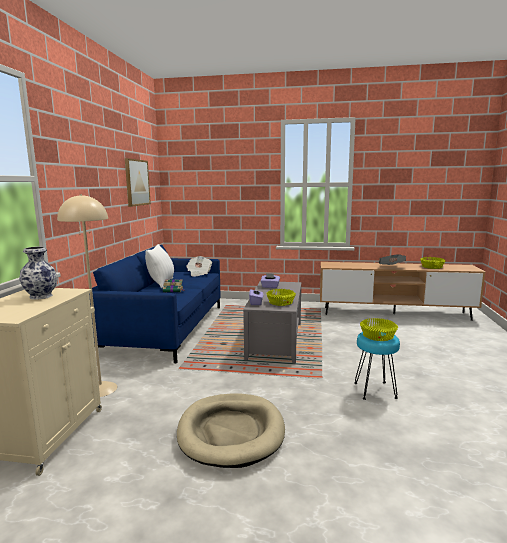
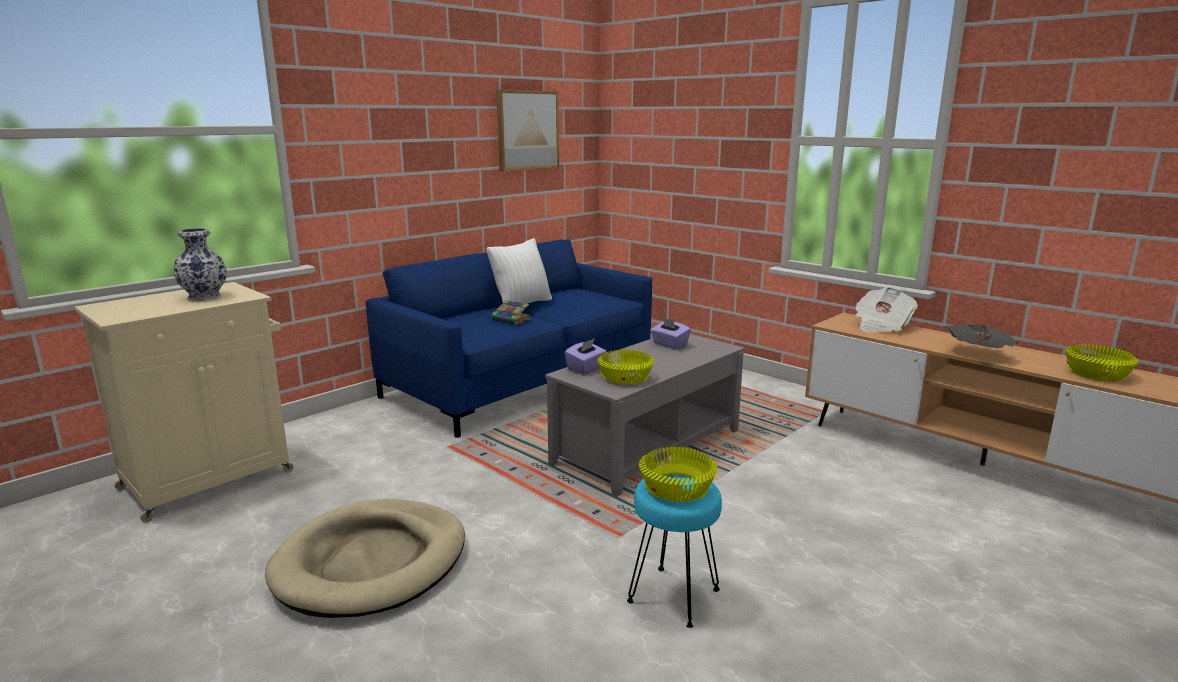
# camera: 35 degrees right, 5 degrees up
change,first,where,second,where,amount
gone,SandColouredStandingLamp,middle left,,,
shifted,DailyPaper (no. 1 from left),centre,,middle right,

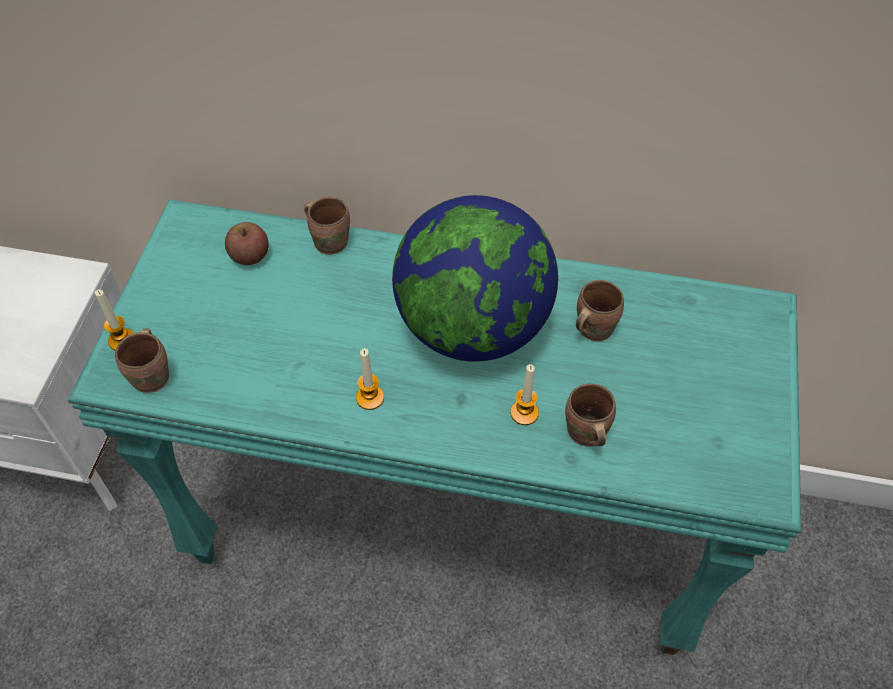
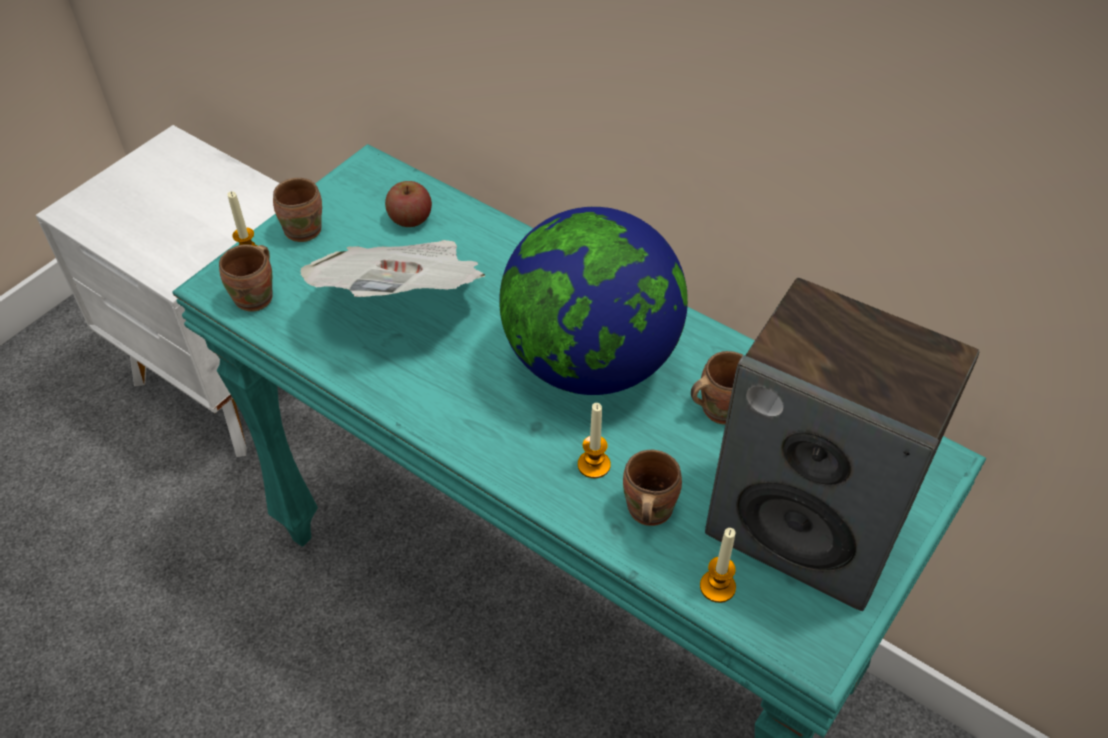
# camera: 25 degrees right, 5 degrees down
change,first,where,second,where,amount
shifted,BrownMug (no. 2 from left),top centre,,top left,
shifted,Candle (no. 2 from left in the first image),centre,Candle (no. 3 from left),bottom centre,
new,,,DailyPaper,centre,
new,,,Loudspeaker,middle right,

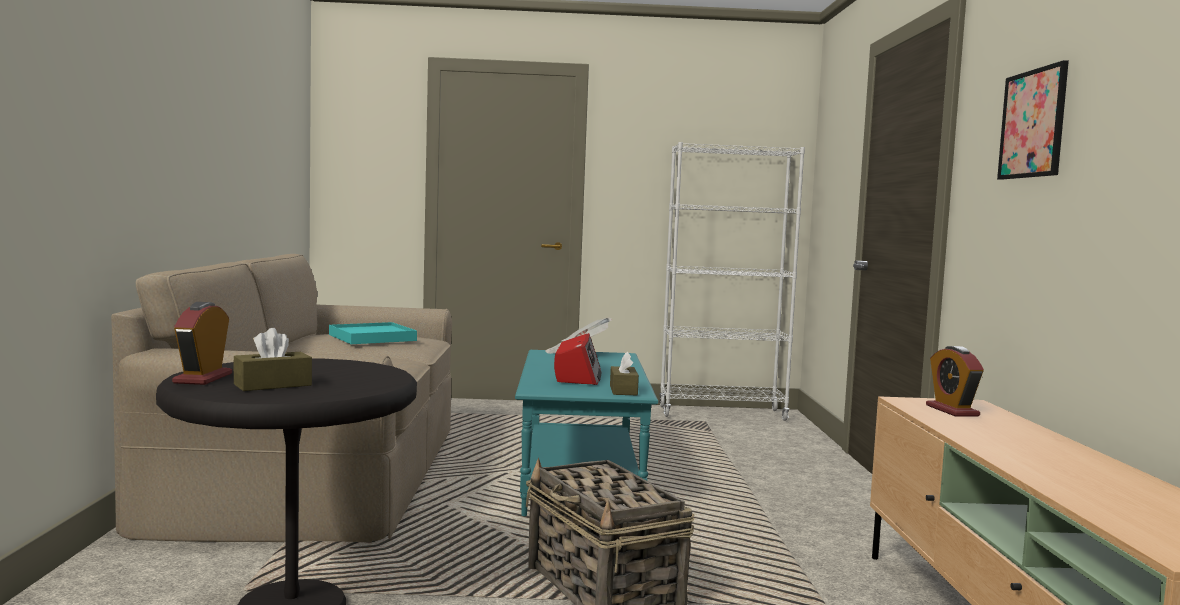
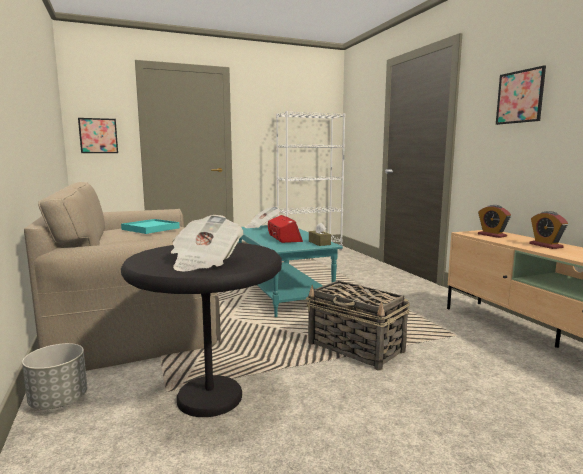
# camera: 20 degrees left, 5 degrees up
change,first,where,second,where,amount
shifted,AlarmClock (no. 1 from left in the first image),middle left,AlarmClock (no. 2 from left),middle right,
swapped,BrownBoxOfTissues (no. 1 from left),middle left,DailyPaper (no. 1 from left),centre,
new,,,GrayFlowerPot,bottom left,
new,,,WallPicture (no. 1 from left),top left,

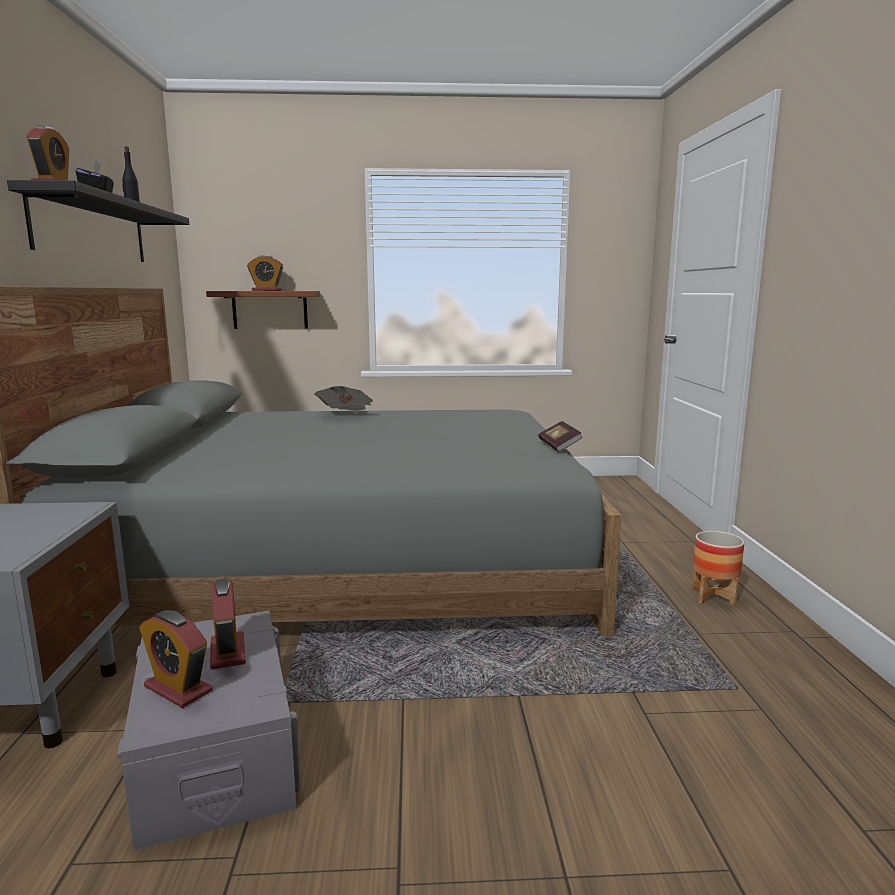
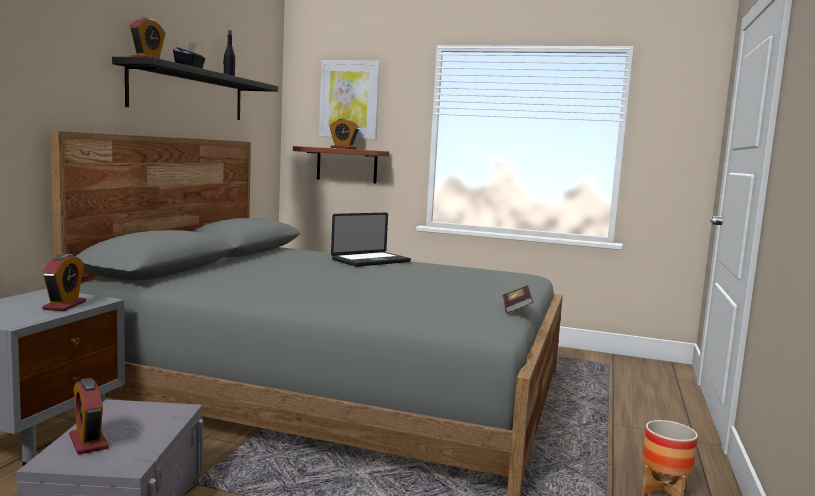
# camera: 20 degrees right, 5 degrees down
change,first,where,second,where,amount
shifted,AlarmClock (no. 3 from left in the first image),bottom left,AlarmClock (no. 1 from left),middle left,
swapped,DailyPaper,centre,PortableComputer,centre,
new,,,WallPicture,top centre,

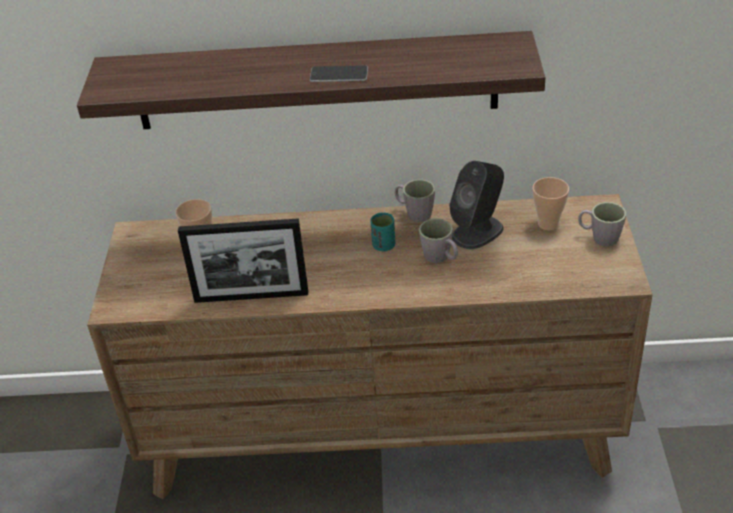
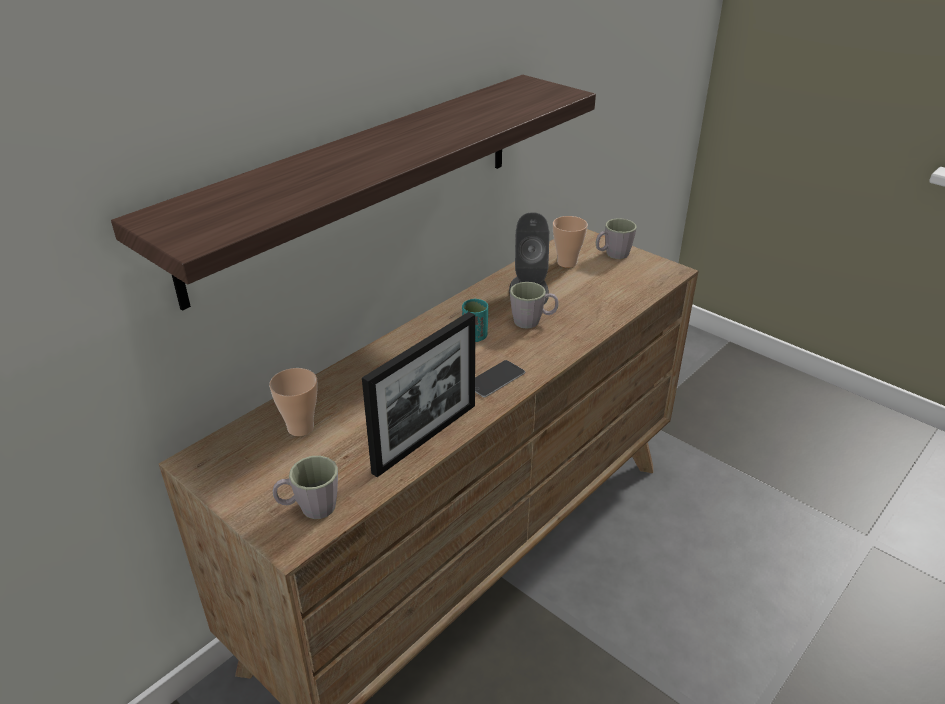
# camera: 50 degrees left, 5 degrees down
change,first,where,second,where,amount
shifted,Telephone,top centre,,centre,
shifted,GrayMug (no. 1 from left),centre,,bottom left,

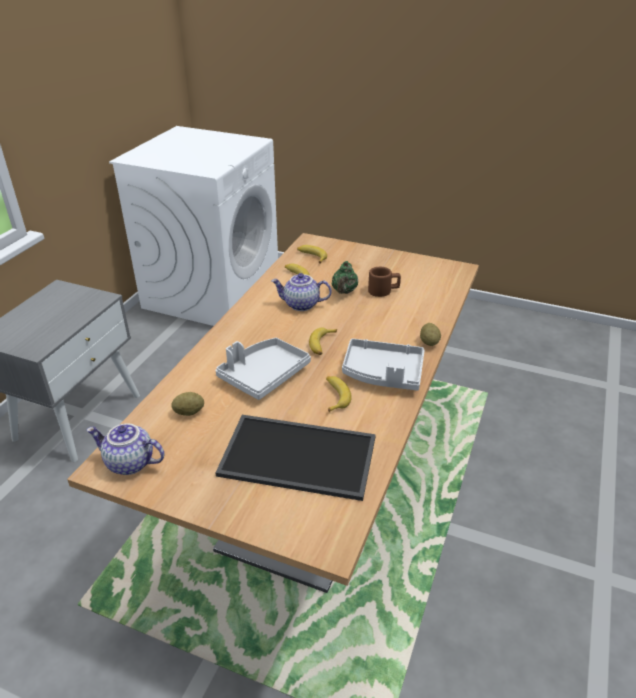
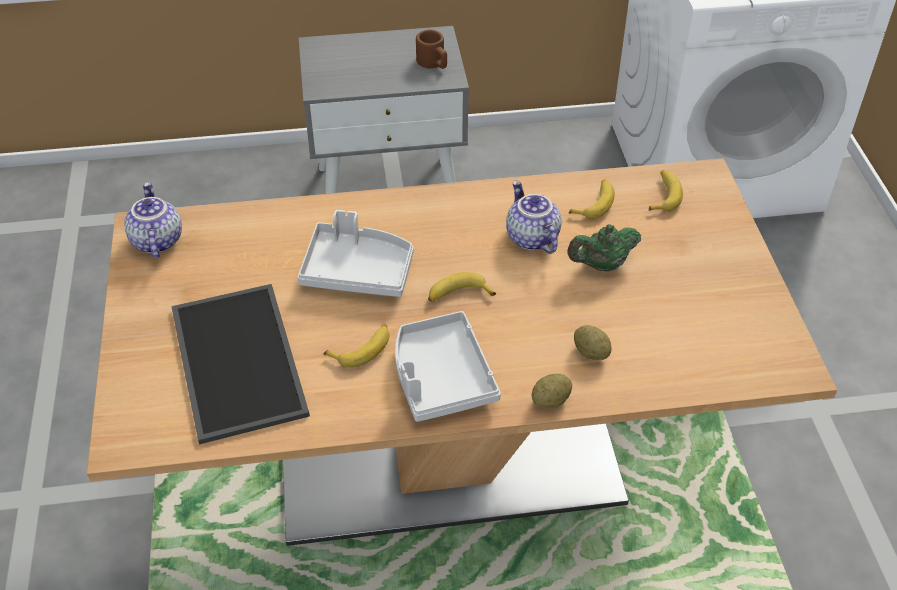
# camera: 60 degrees right, 10 degrees up
change,first,where,second,where,amount
shifted,Potato (no. 1 from left in the first image),middle left,Potato (no. 2 from left),centre,
shifted,BrownMug,centre,,top centre,

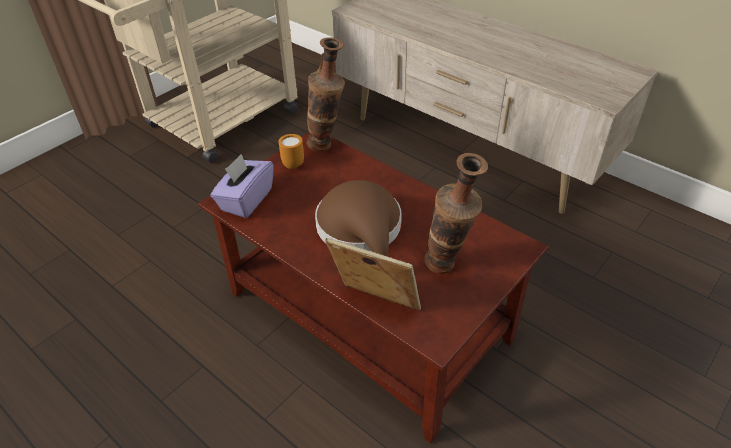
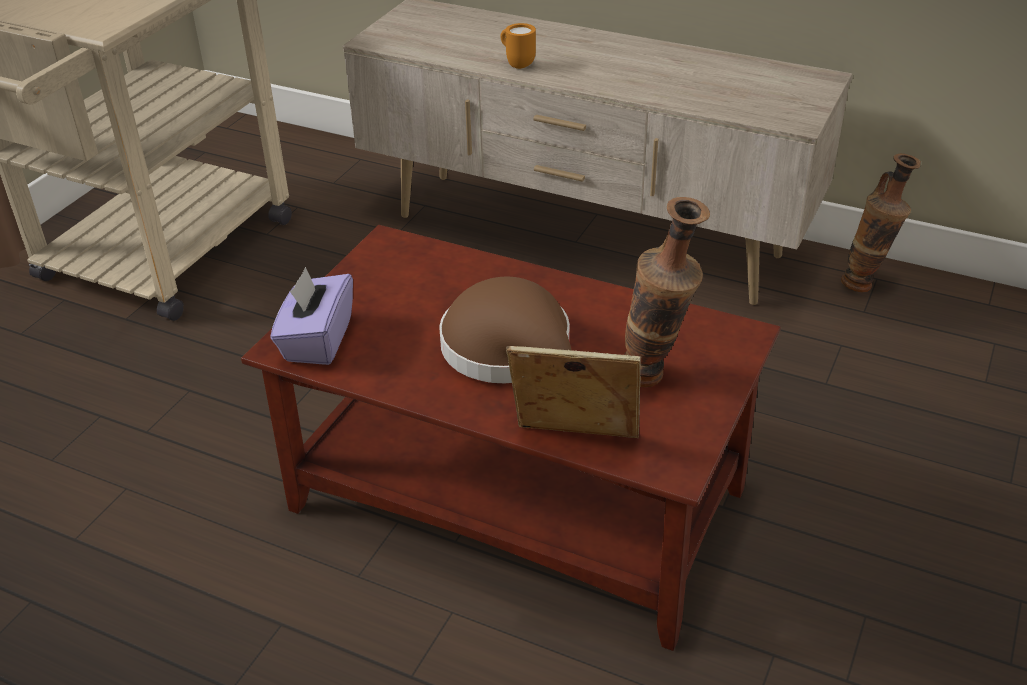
# camera: 15 degrees left, 5 degrees down
change,first,where,second,where,amount
shifted,OrangeMug,centre,,top centre,
shifted,Vase (no. 1 from left in the first image),top centre,Vase (no. 2 from left),top right,

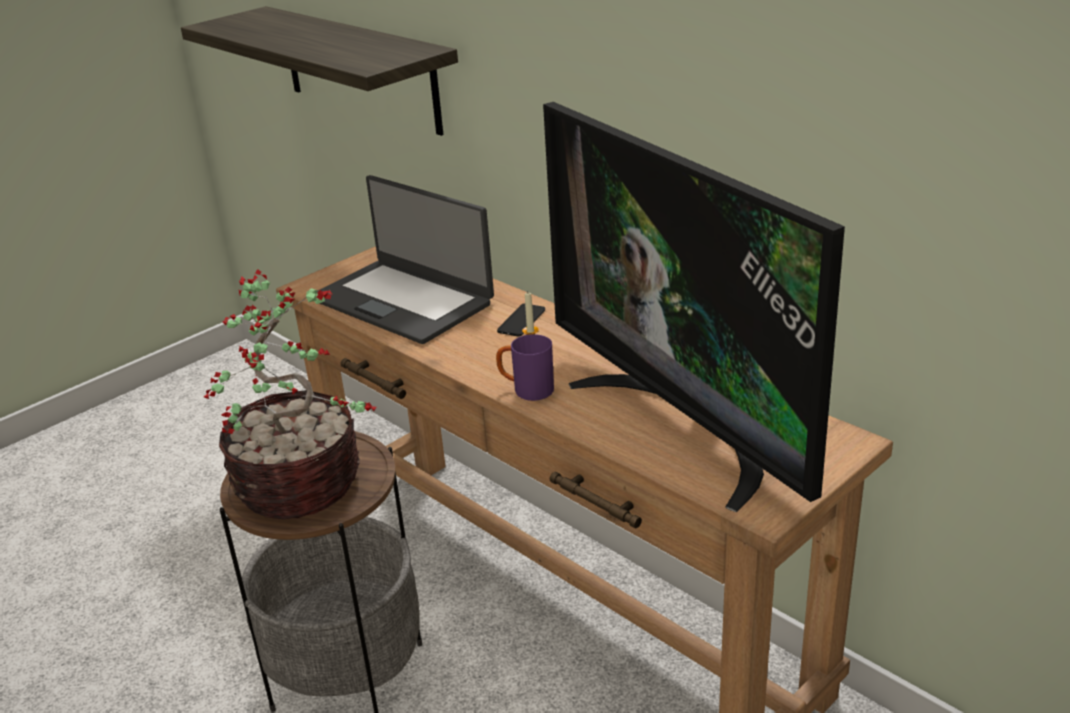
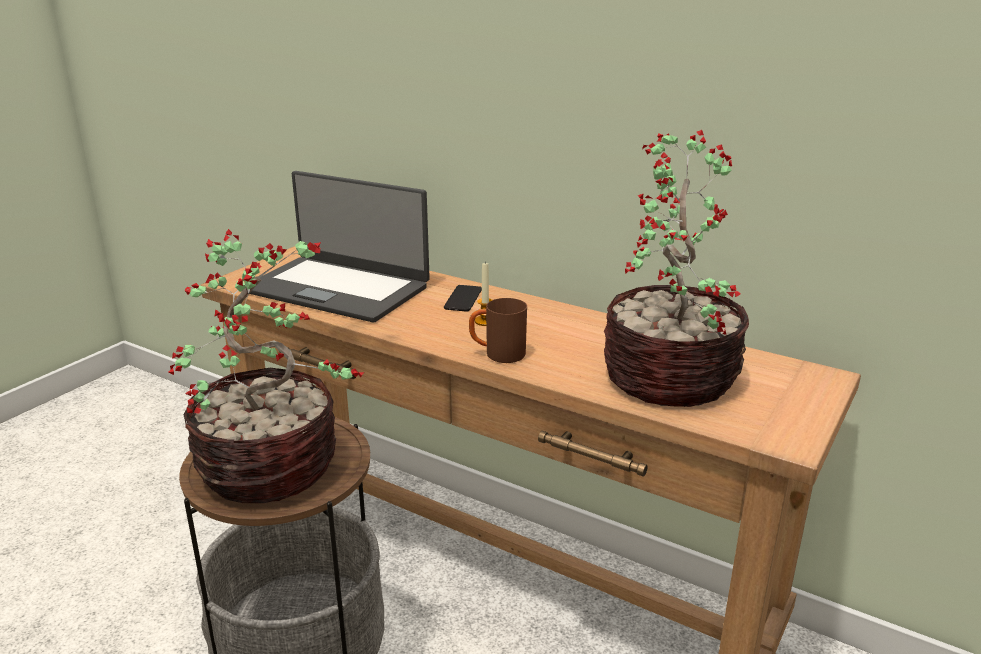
# camera: 15 degrees left, 5 degrees down
change,first,where,second,where,amount
gone,Shelf,top left,,,
repainted,PurpleColouredMug,centre,BrownMug,centre,
swapped,Television,centre,Houseplant (no. 2 from left),middle right,

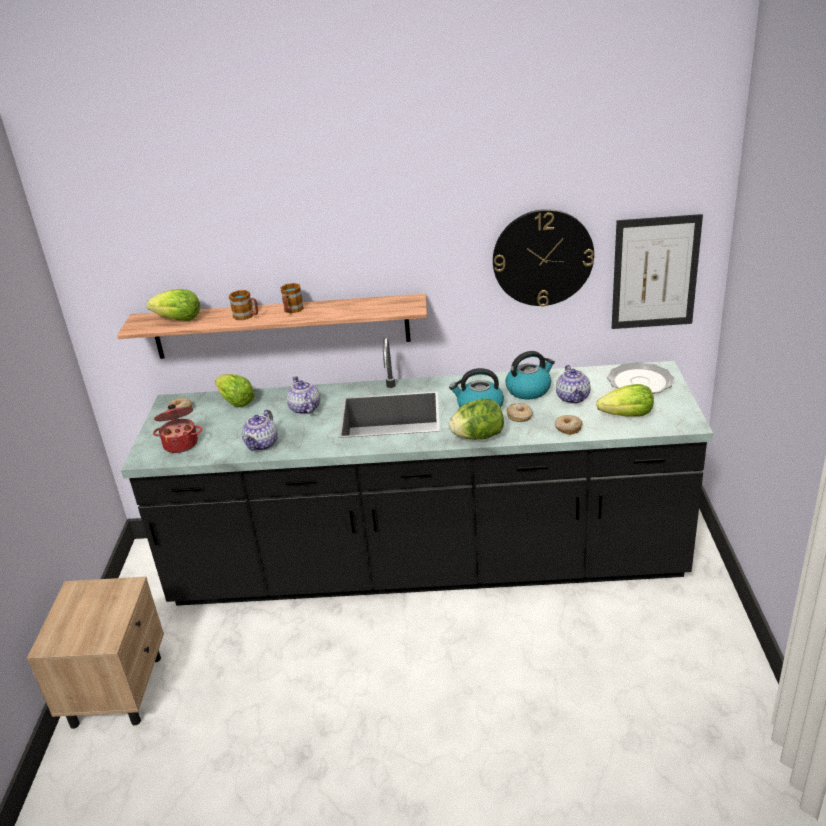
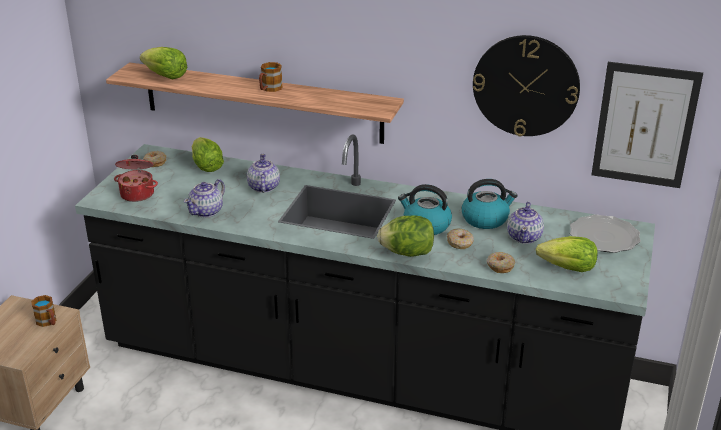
# camera: 15 degrees right, 0 degrees up
change,first,where,second,where,amount
shifted,Mug (no. 1 from left),middle left,,bottom left,

